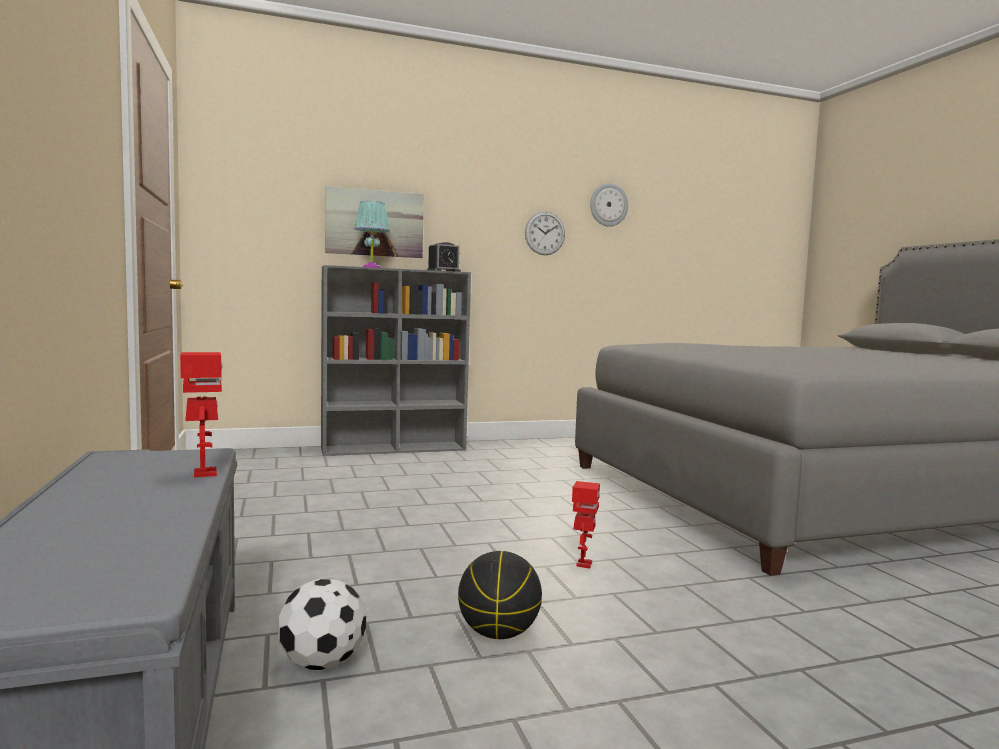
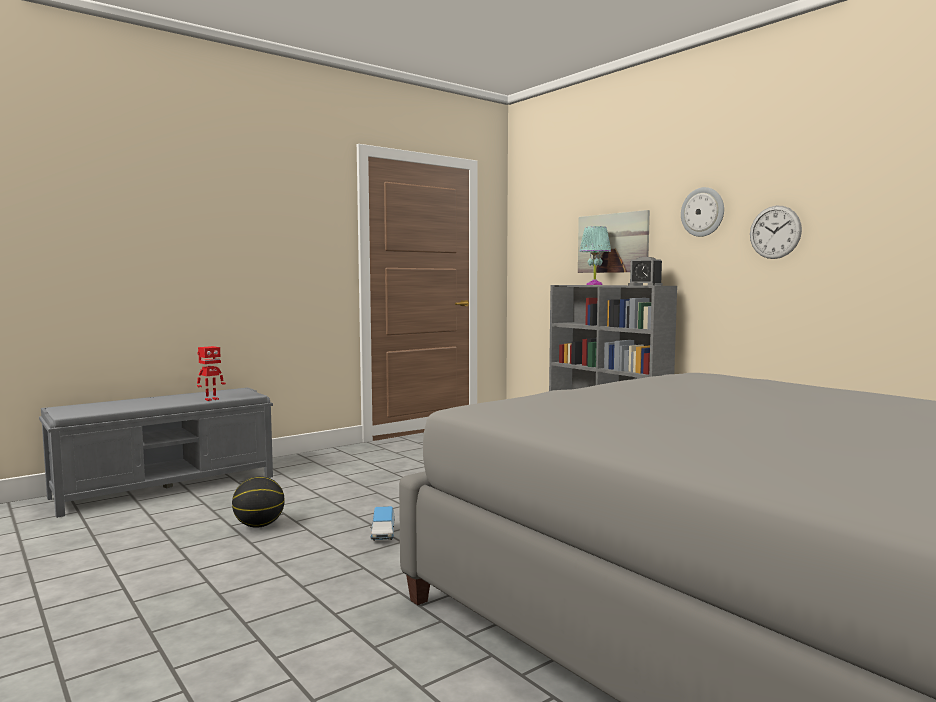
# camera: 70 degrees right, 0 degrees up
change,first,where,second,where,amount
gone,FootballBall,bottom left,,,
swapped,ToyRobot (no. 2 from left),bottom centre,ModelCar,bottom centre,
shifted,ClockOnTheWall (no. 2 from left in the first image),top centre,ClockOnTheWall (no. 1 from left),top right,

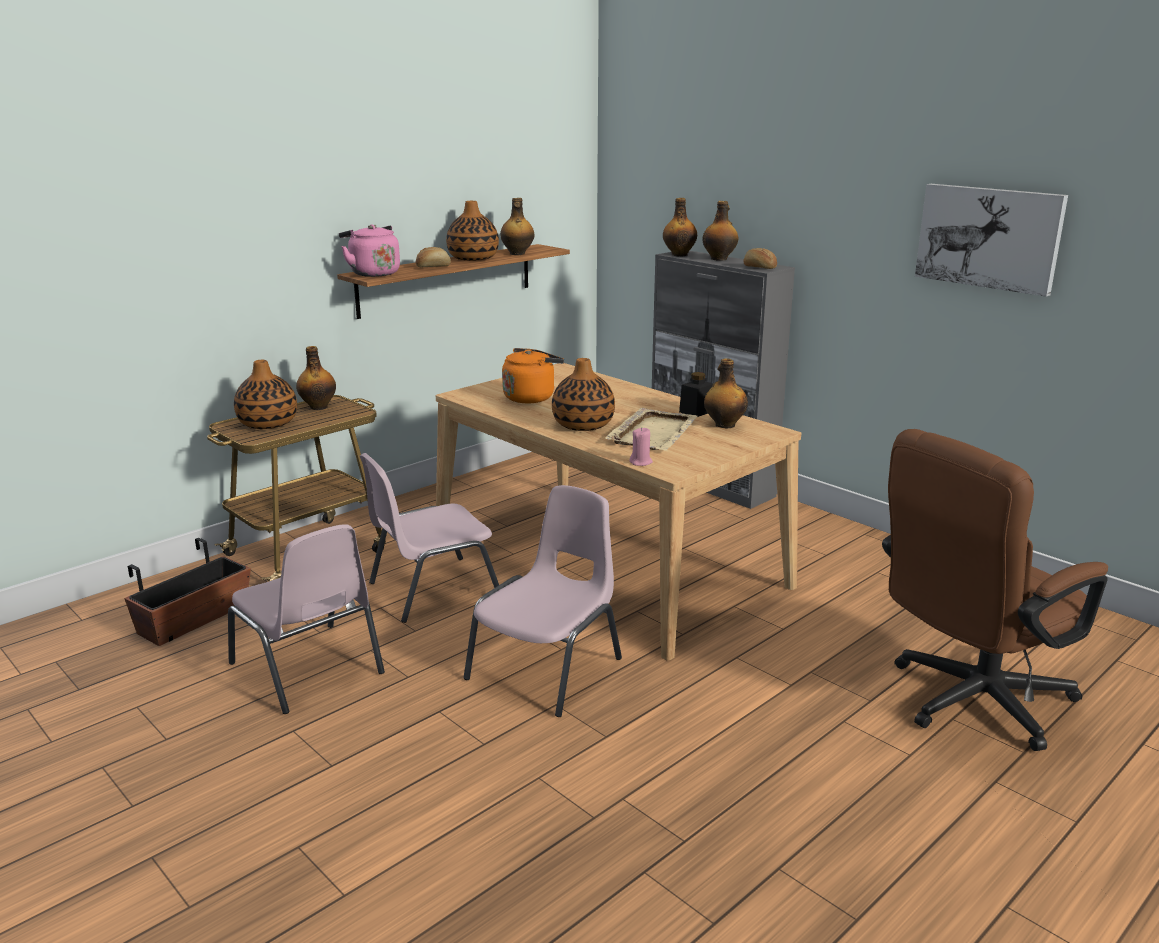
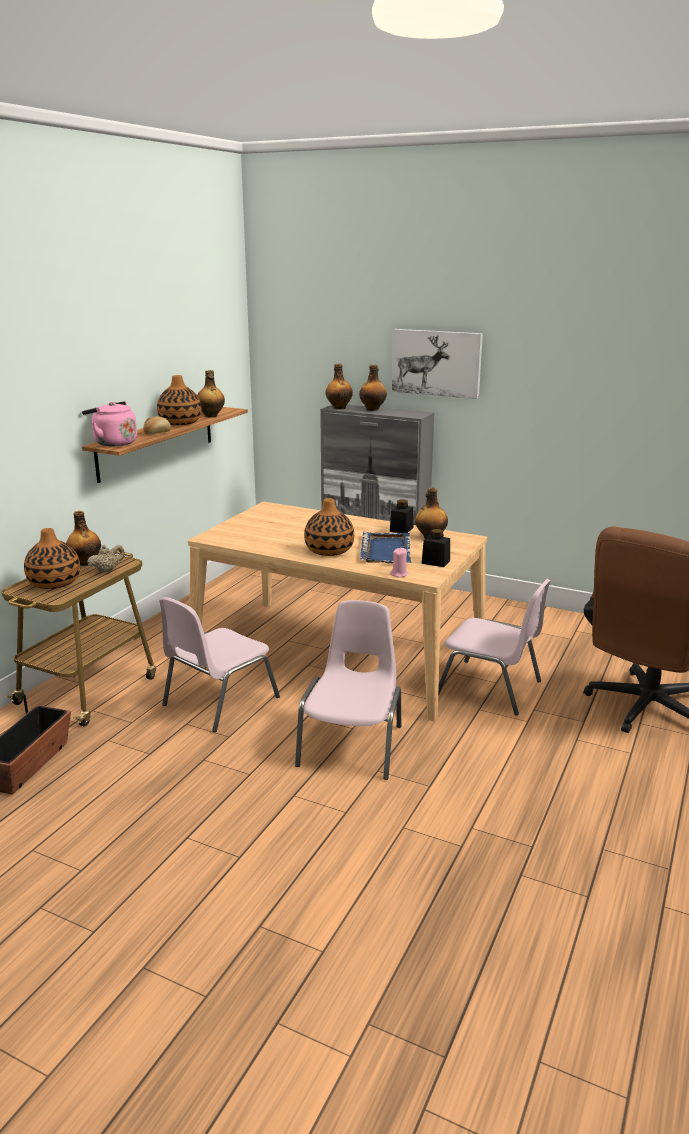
# camera: 20 degrees left, 0 degrees up
change,first,where,second,where,amount
shifted,PinkishPlainChair (no. 1 from left in the first image),middle left,PinkishPlainChair (no. 3 from left),middle right,
gone,OrangeTeaKettle,centre,,,
repainted,SandColouredTray,centre,BlueColouredTray,centre,
gone,BakedBread (no. 2 from left),top centre,,,
shifted,WallPicture,top right,,top centre,
new,,,SandColouredTeapot,middle left,
new,,,BlackColouredStorageJar (no. 2 from left),centre,

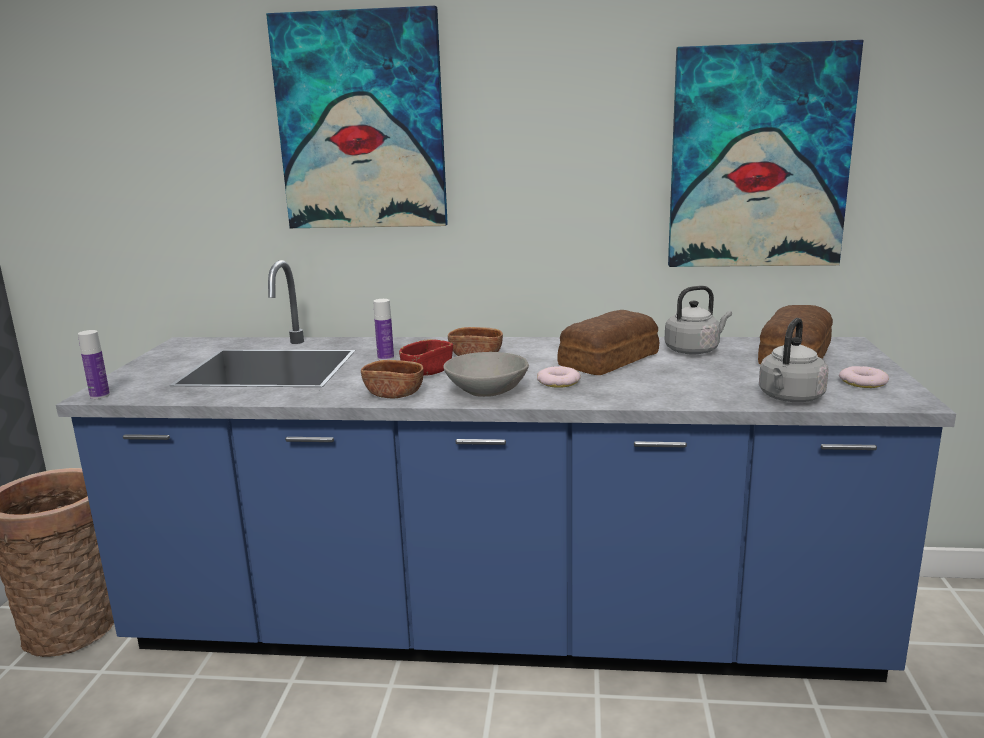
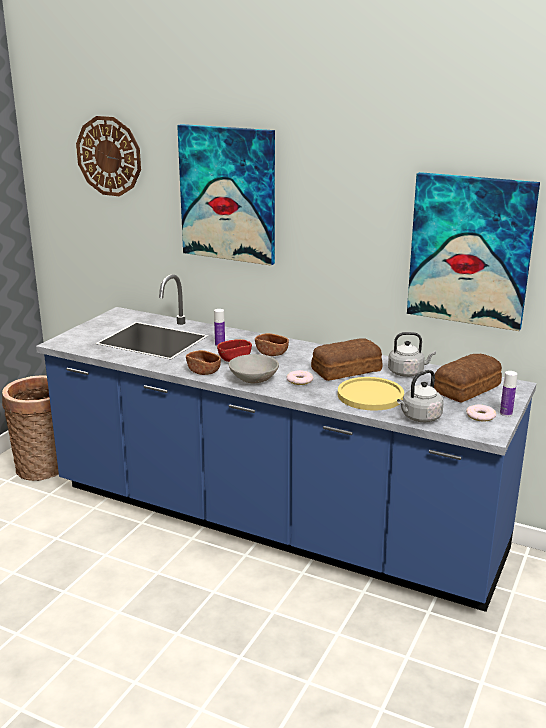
# camera: 20 degrees right, 5 degrees up
change,first,where,second,where,amount
shifted,Bottle (no. 1 from left in the first image),middle left,Bottle (no. 2 from left),middle right,
new,,,ClockOnTheWall,top left,
new,,,YellowColouredFlatDish,middle right,

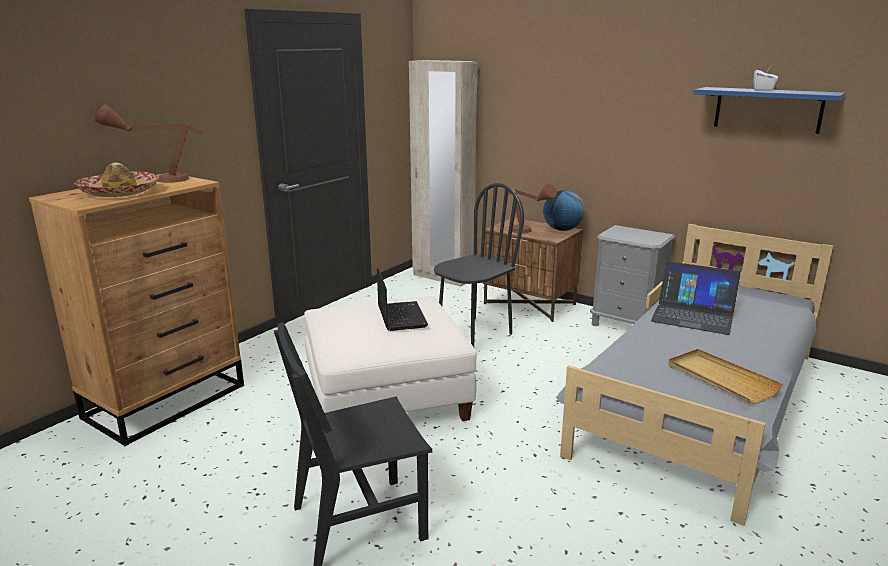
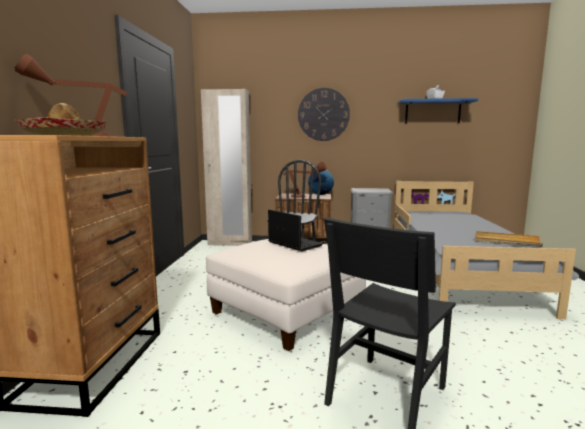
# camera: 30 degrees left, 10 degrees down
change,first,where,second,where,amount
gone,PortableComputer (no. 2 from left),middle right,,,
new,,,ClockOnTheWall,top centre,

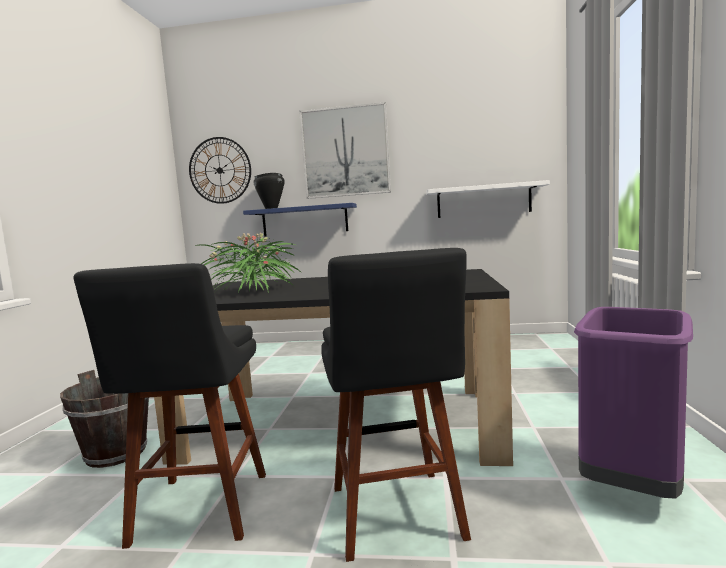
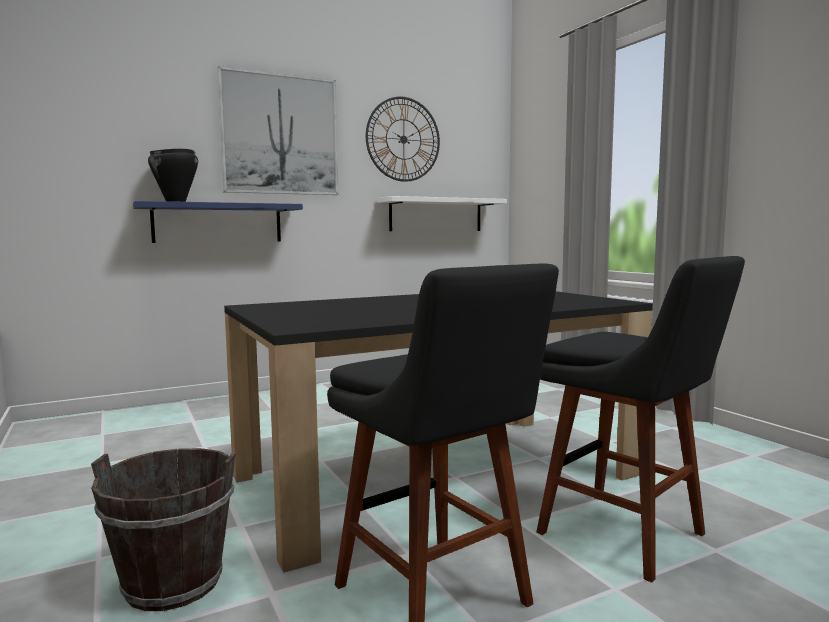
# camera: 35 degrees left, 0 degrees up
change,first,where,second,where,amount
shifted,ClockOnTheWall,top left,,top centre,
gone,Houseplant,centre,,,
gone,PurpleColouredTrashCan,bottom right,,,

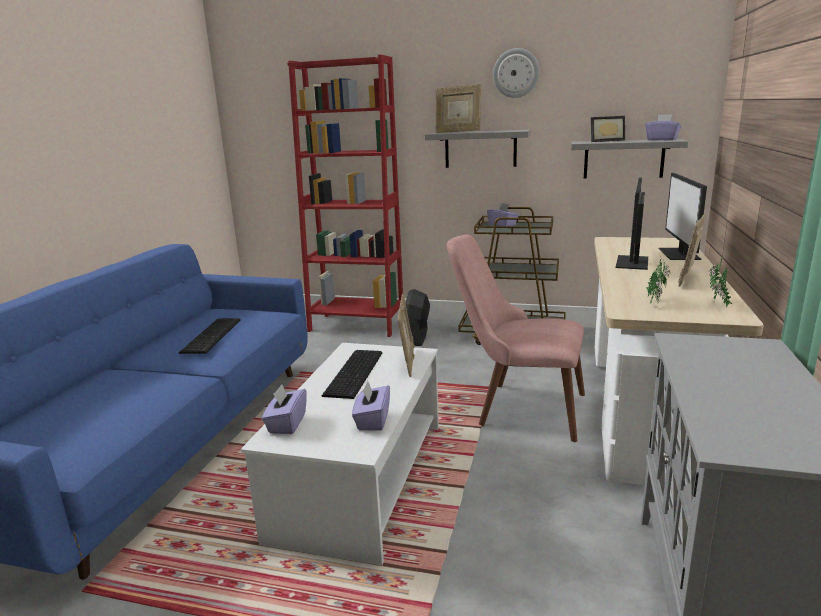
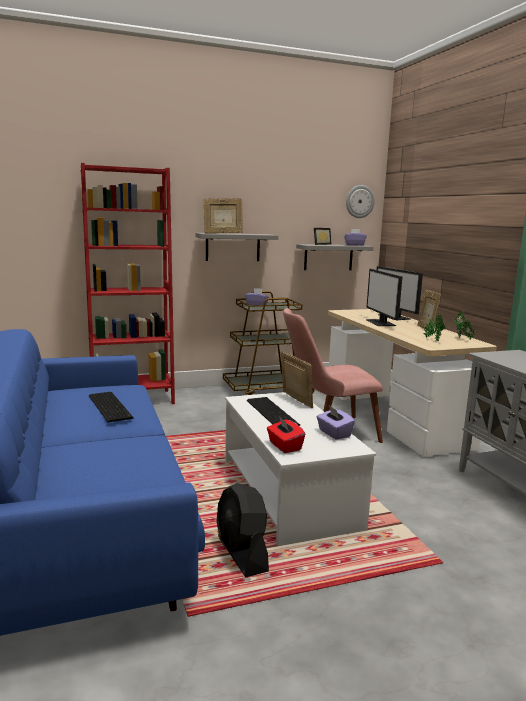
# camera: 35 degrees left, 5 degrees down
change,first,where,second,where,amount
repainted,PurpleColouredBoxOfTissues (no. 1 from left),centre,RedBoxOfTissues,centre,
shifted,BlackColouredFan,centre,,bottom centre,
shifted,ClockOnTheWall,top centre,,top right,

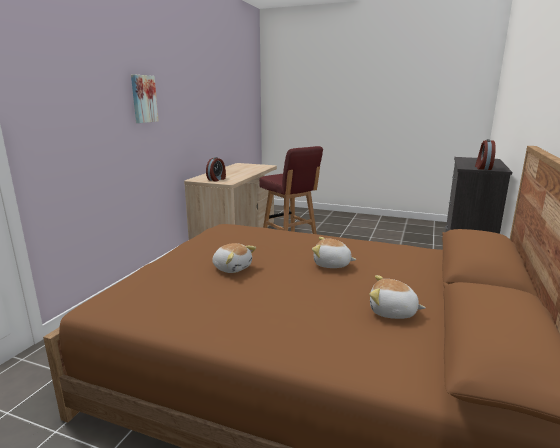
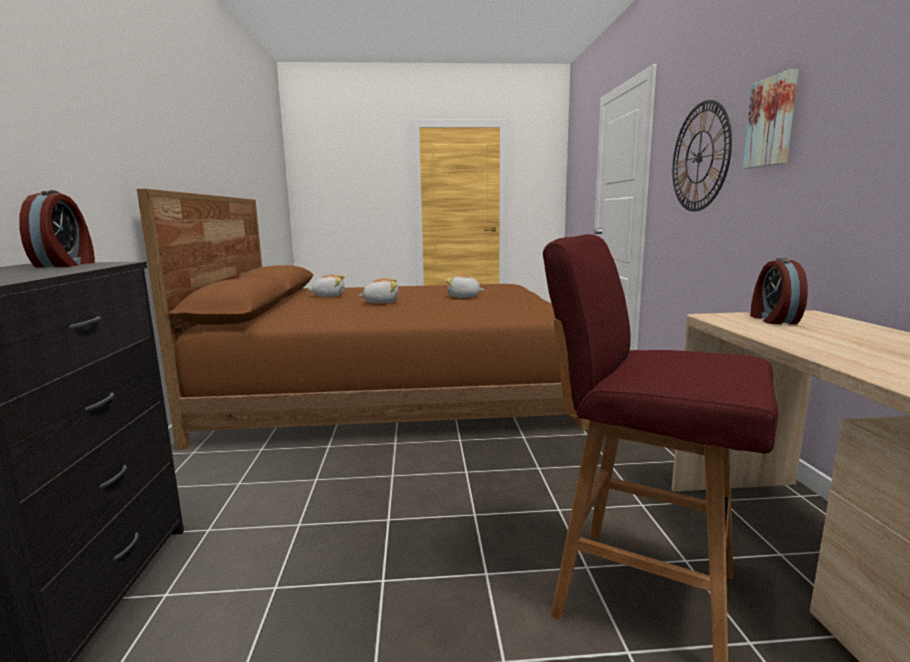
# camera: 155 degrees right, 5 degrees down
change,first,where,second,where,amount
new,,,ClockOnTheWall,top right,

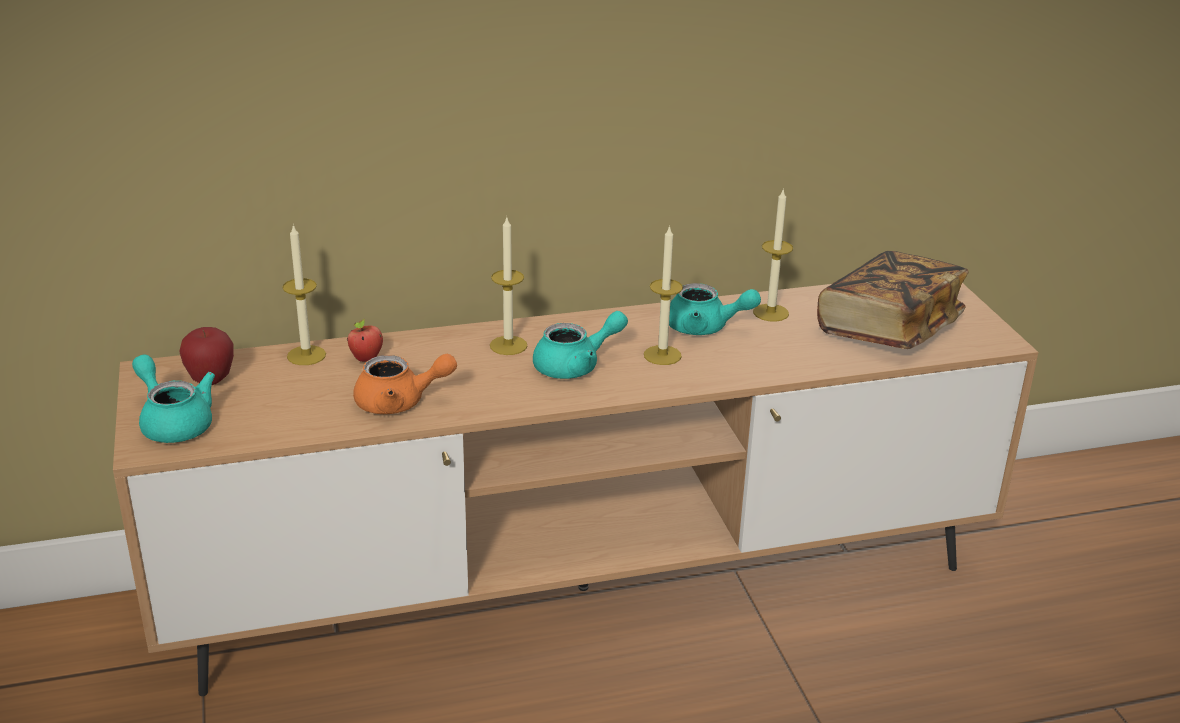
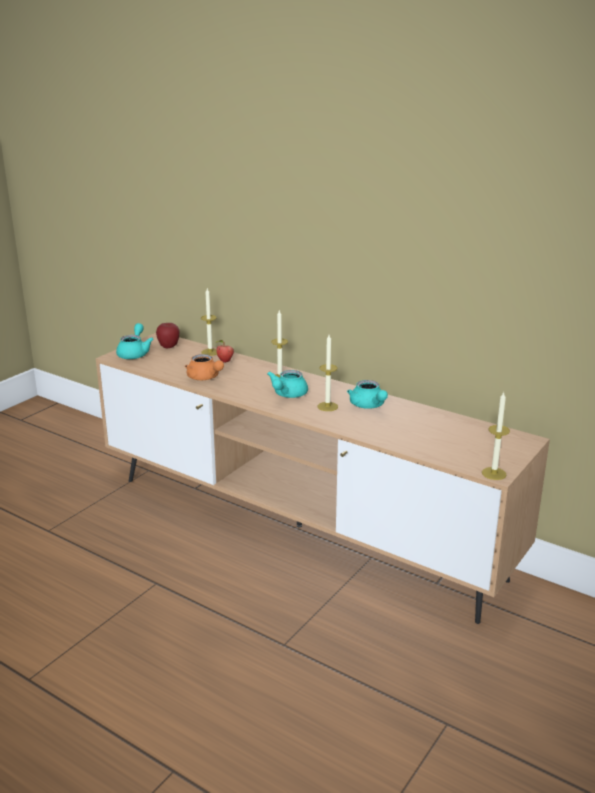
# camera: 50 degrees right, 5 degrees down
change,first,where,second,where,amount
rotated,TurquoiseTeapot (no. 2 from left),centre,,centre,90 degrees clockwise
shifted,Candle (no. 4 from left),centre,,middle right,
gone,Book,middle right,,,

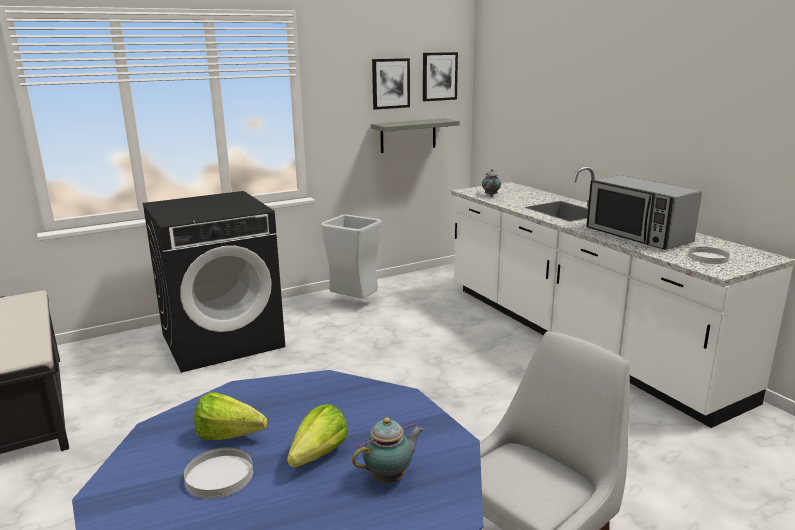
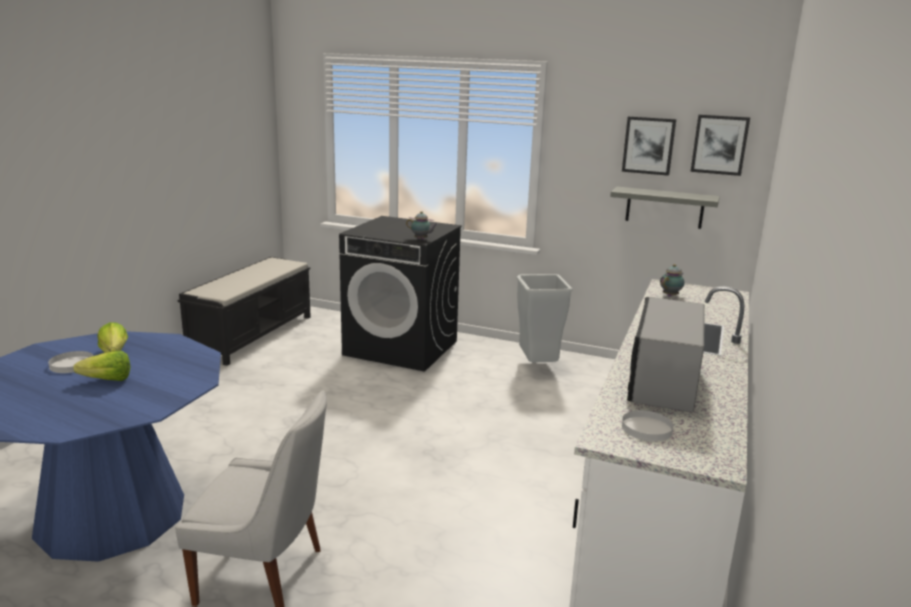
# camera: 50 degrees right, 0 degrees up
change,first,where,second,where,amount
shifted,Teapot (no. 1 from left),bottom centre,,centre,

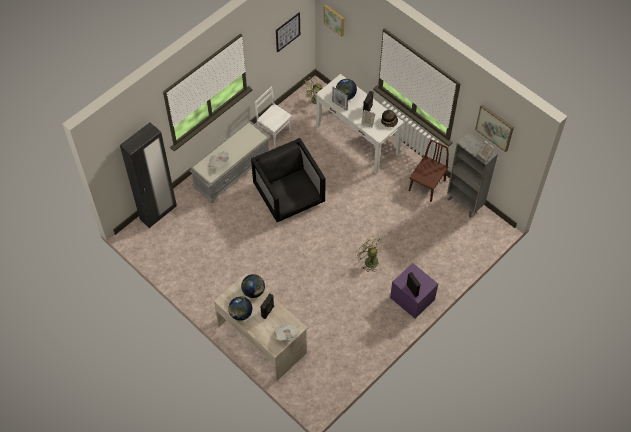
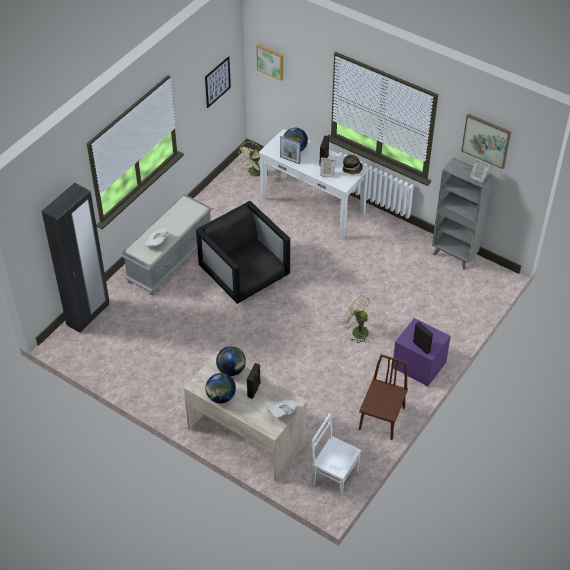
# camera: 10 degrees left, 10 degrees down
change,first,where,second,where,amount
shifted,WhiteColouredPlainChair,top centre,,bottom centre,
shifted,BrownPlainChair,middle right,,bottom right,

